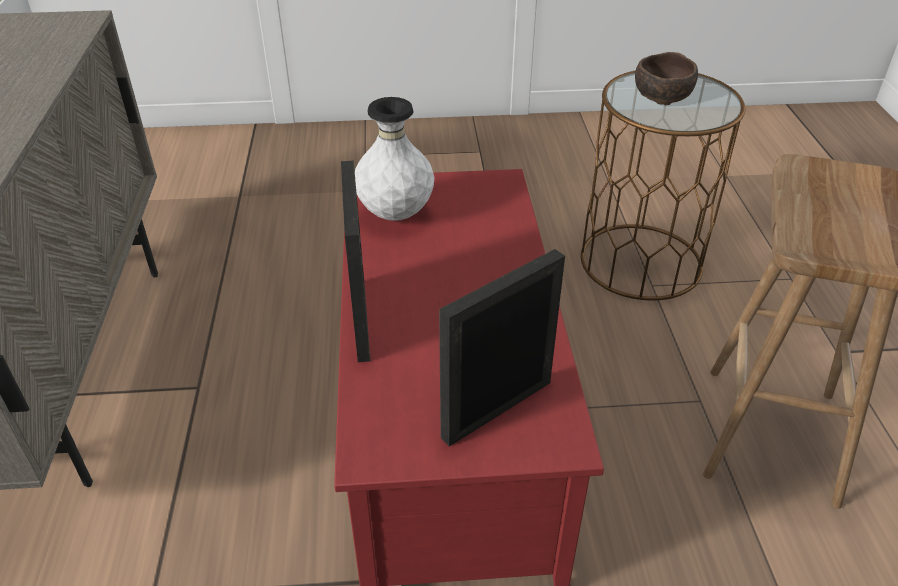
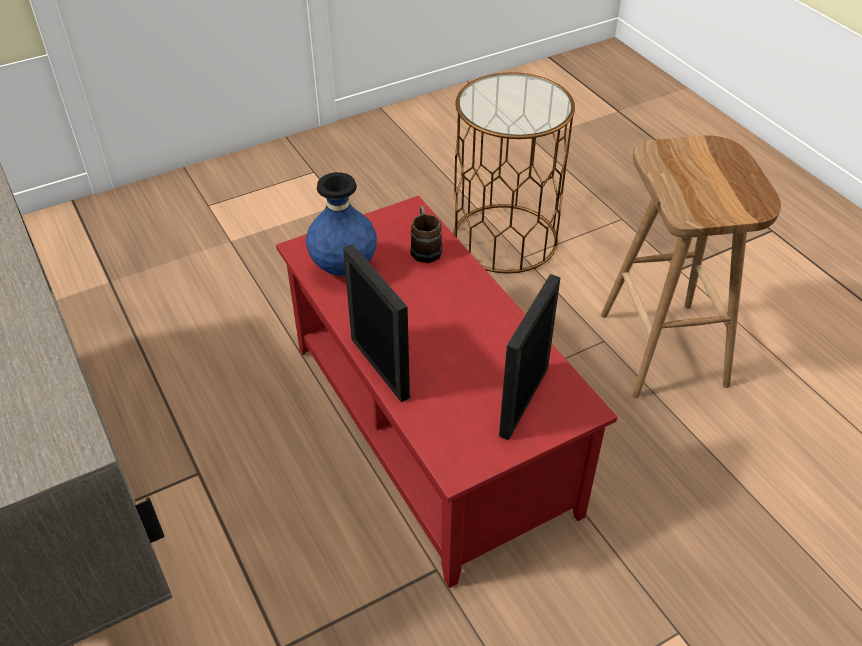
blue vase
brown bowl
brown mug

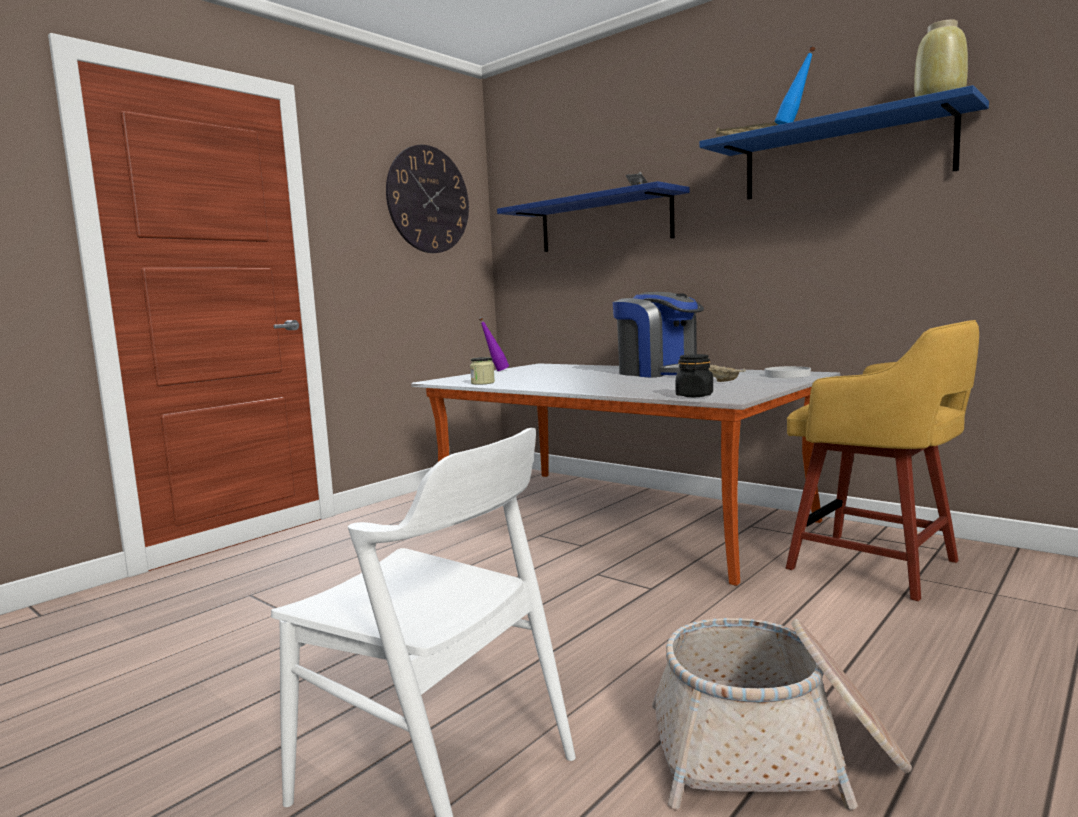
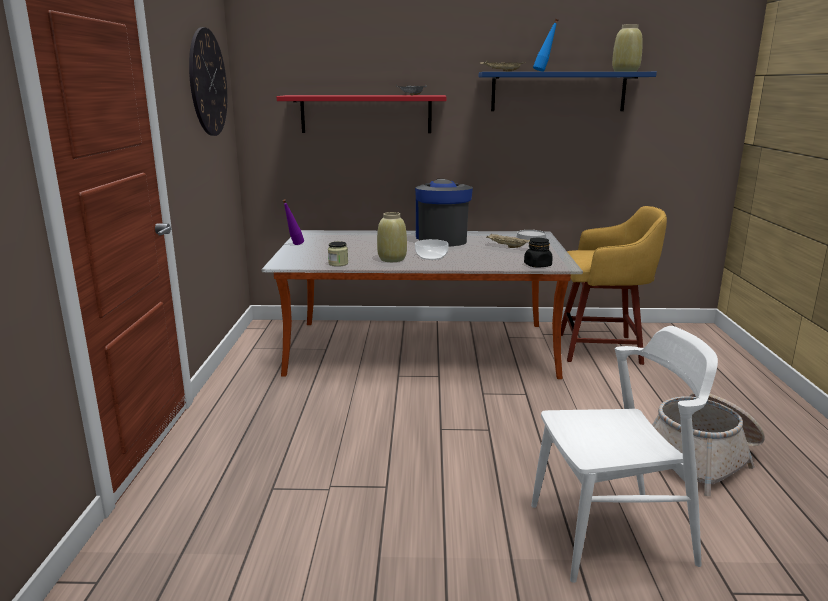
red shelf
coffee machine
beige vase (1st from left)
bowl

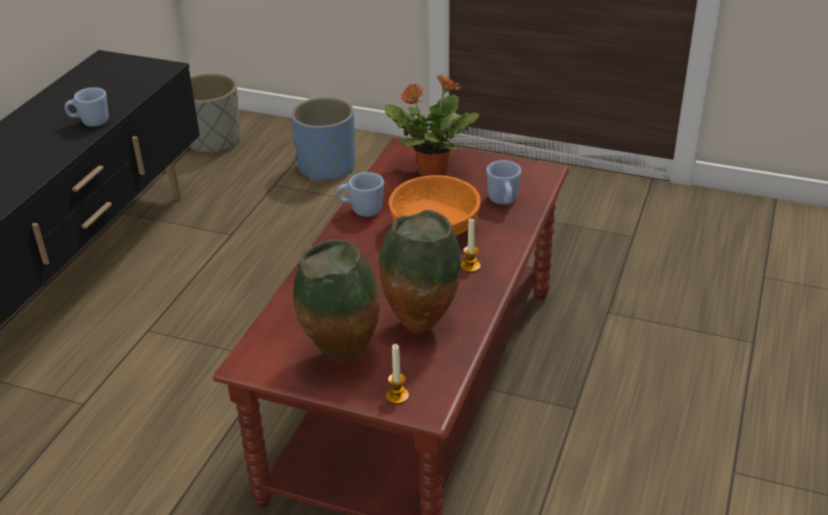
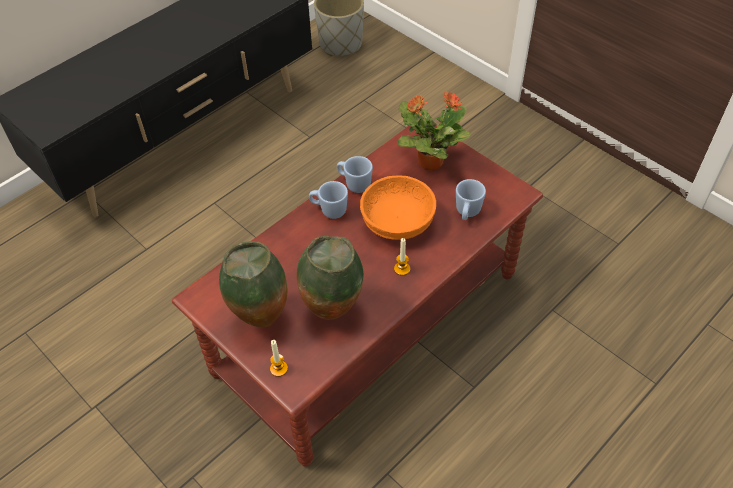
blue mug (1st from left)
blue planter

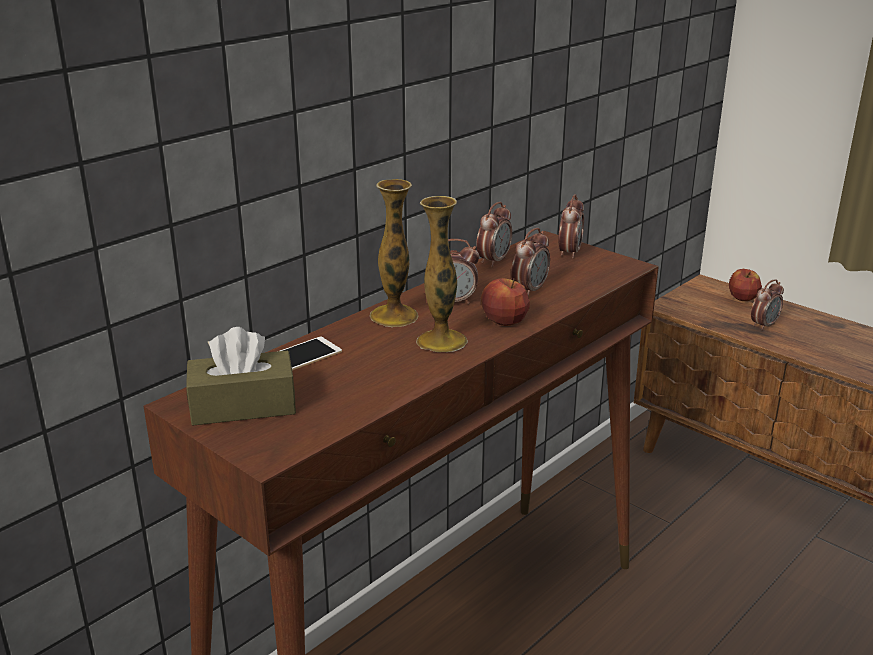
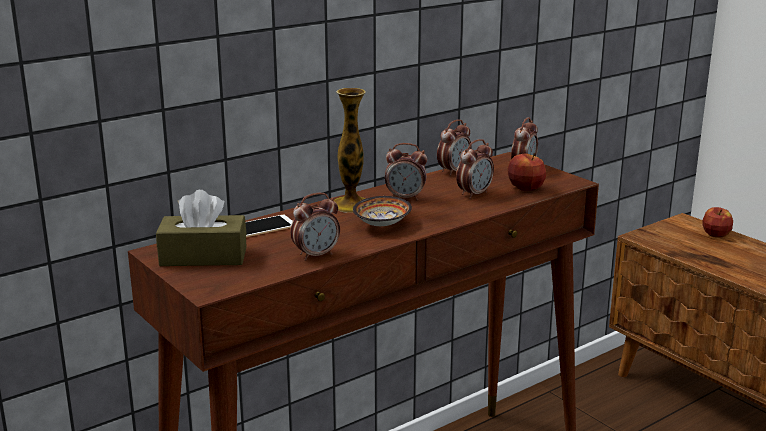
bowl
apple (1st from left)
alarm clock (1st from left)

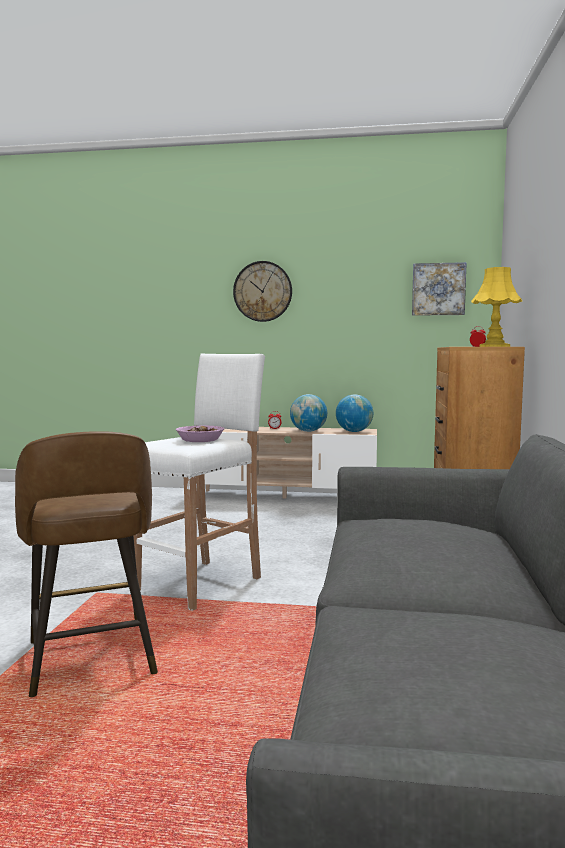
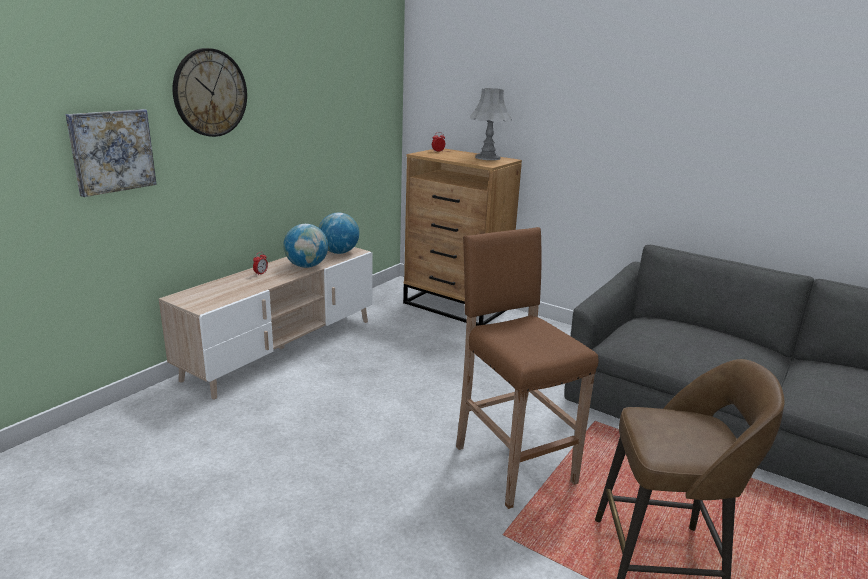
brown stool (1st from left)
bowl
picture
grey table lamp

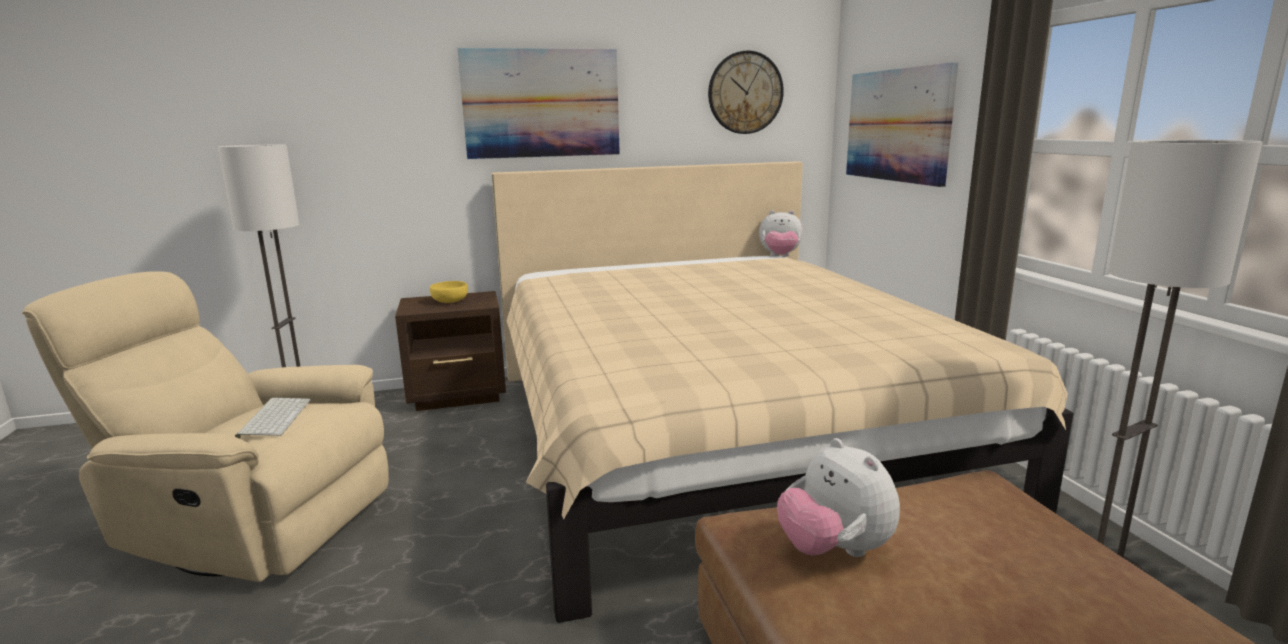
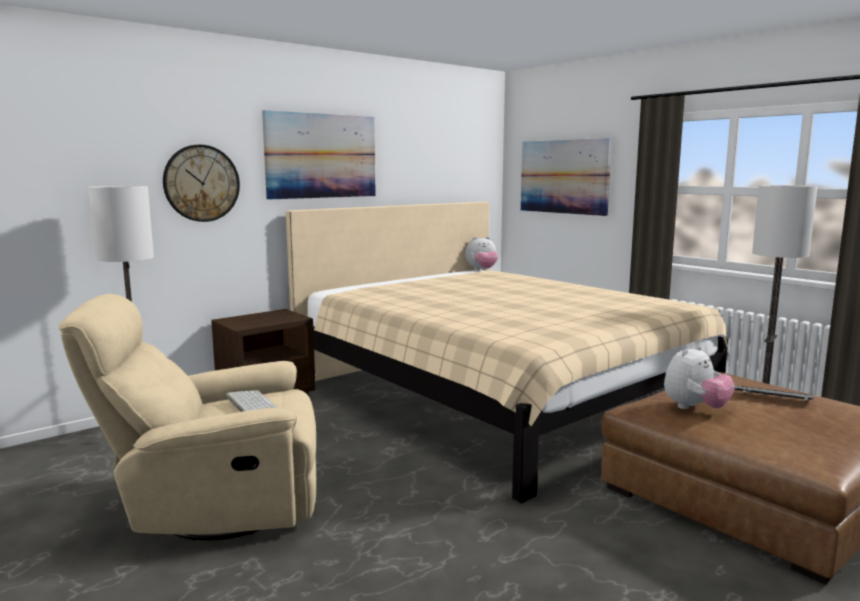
yellow bowl
wall clock
plush toy (2nd from left)
keyboard (2nd from left)

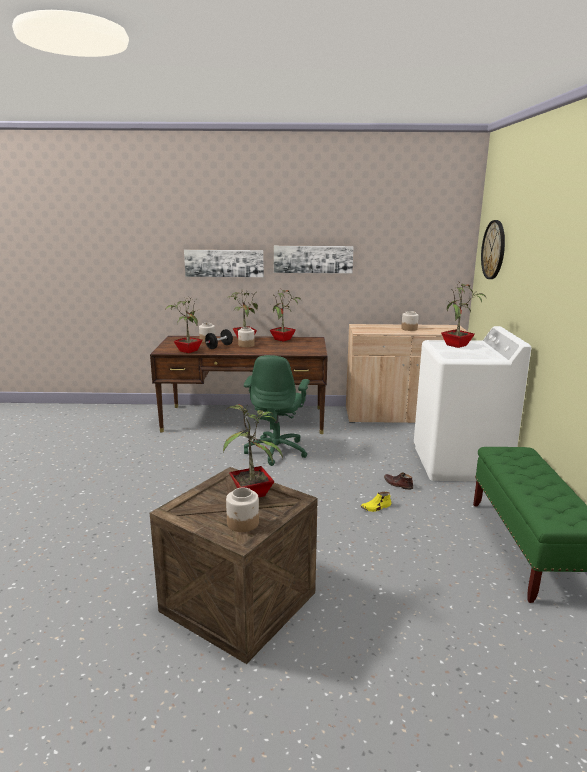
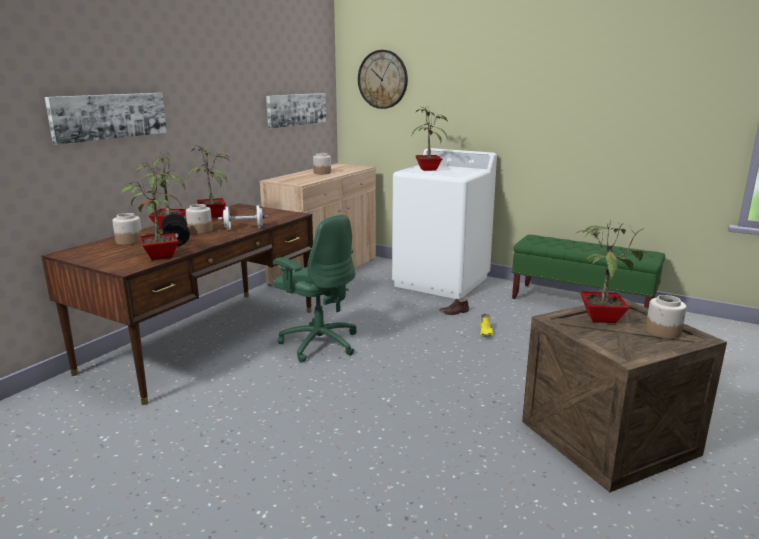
picture (2nd from left)
white dumbbell

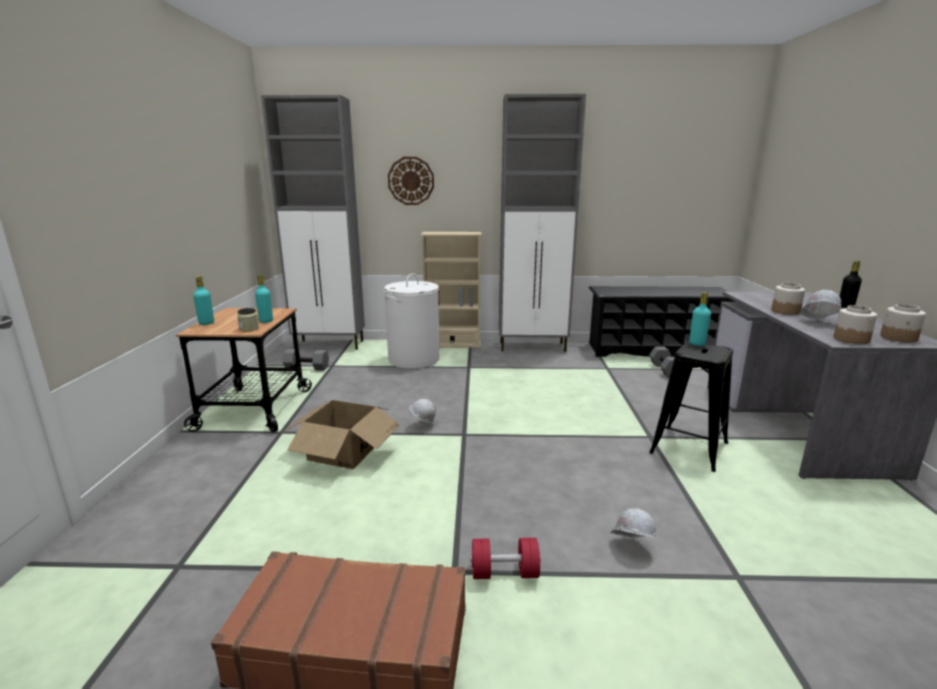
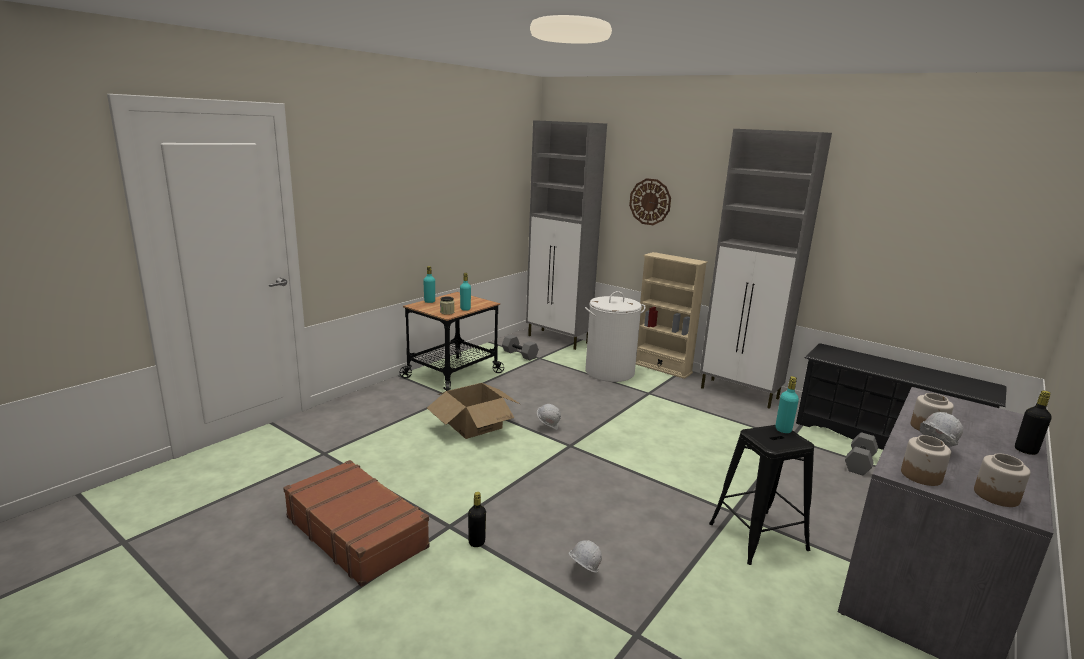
black bottle (1st from left)

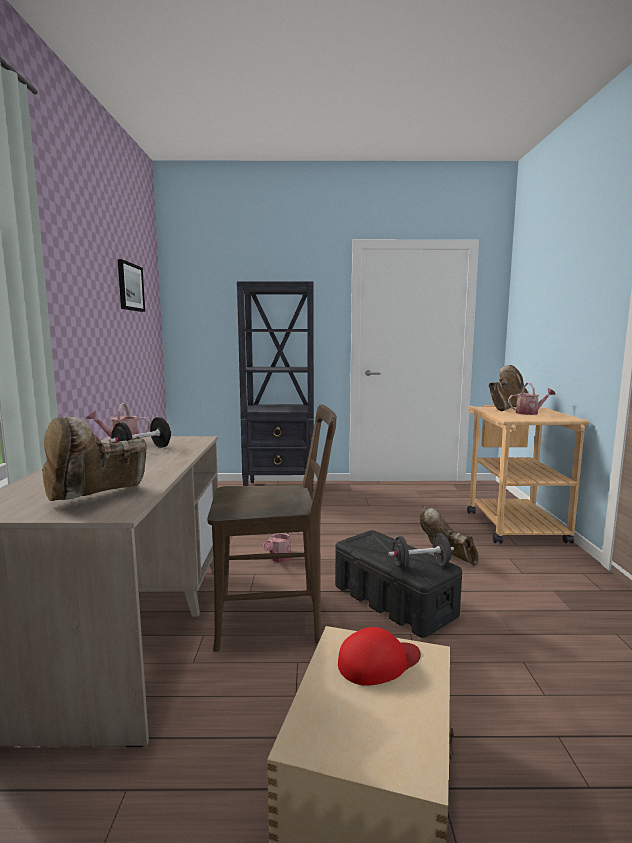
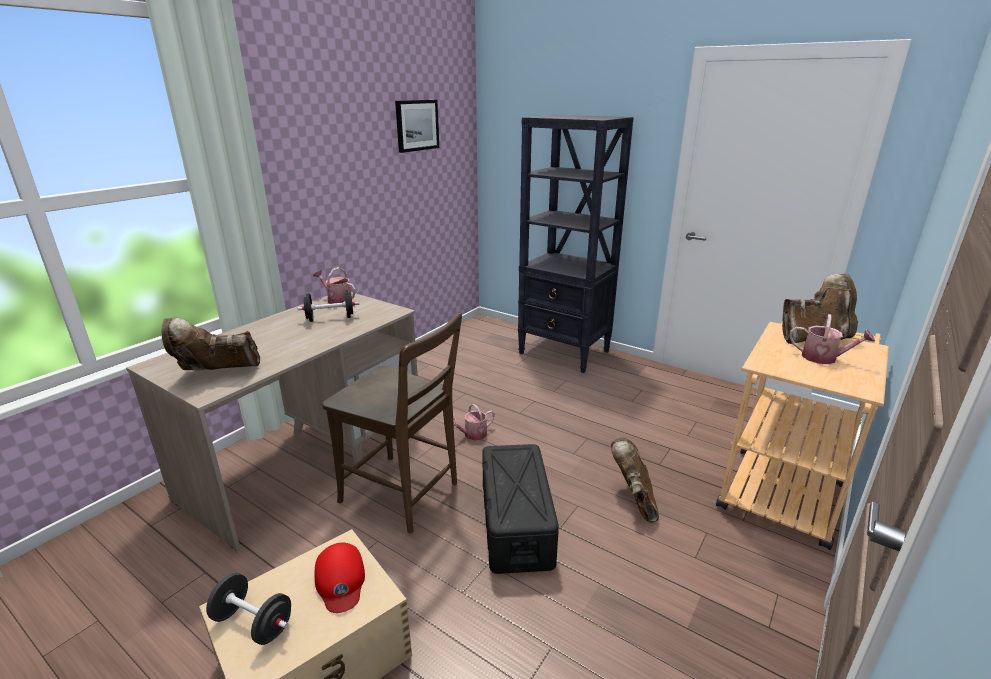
red cap
black dumbbell (1st from left)

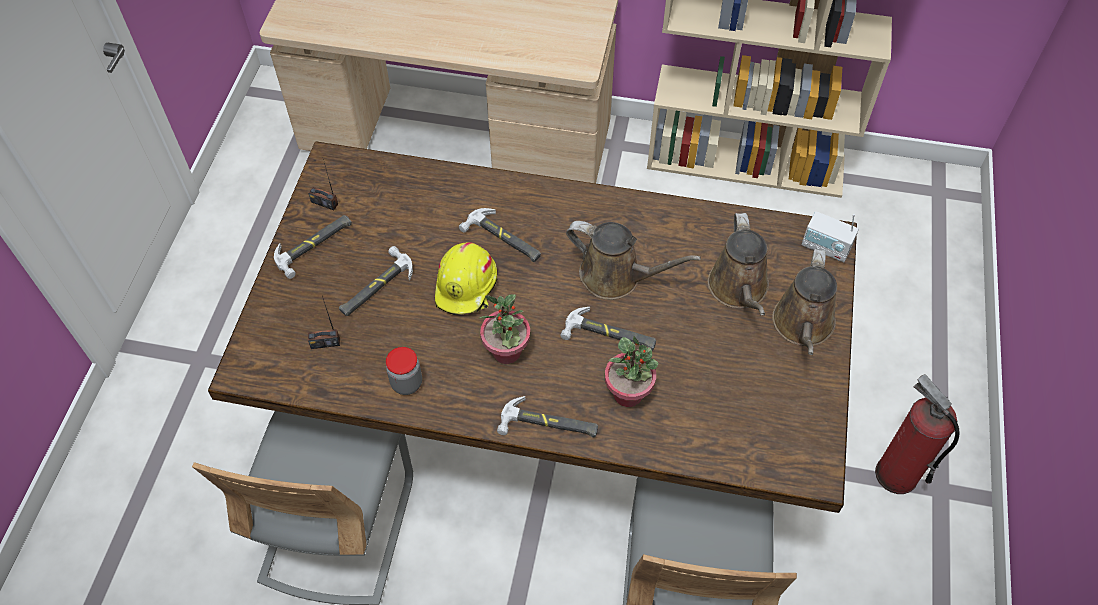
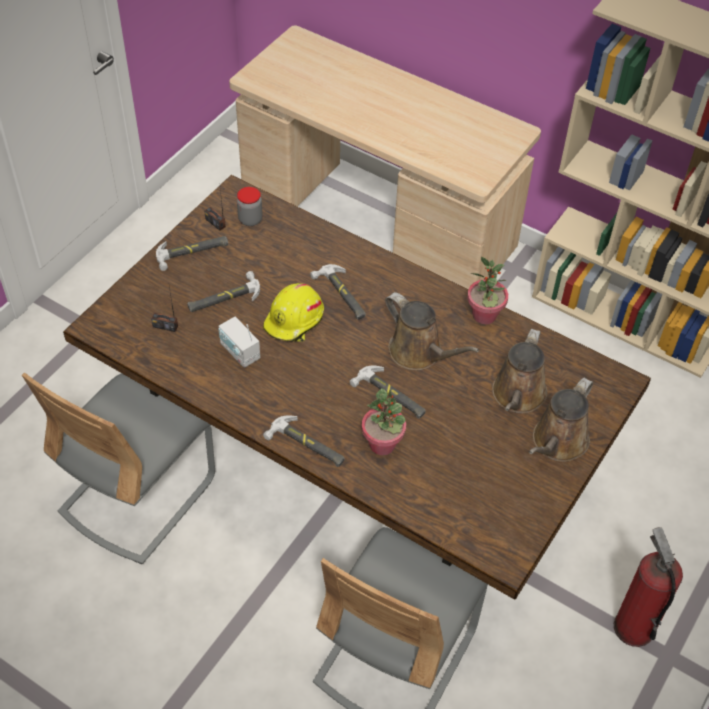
jar
potted plant (2nd from left)
radio (3rd from left)

